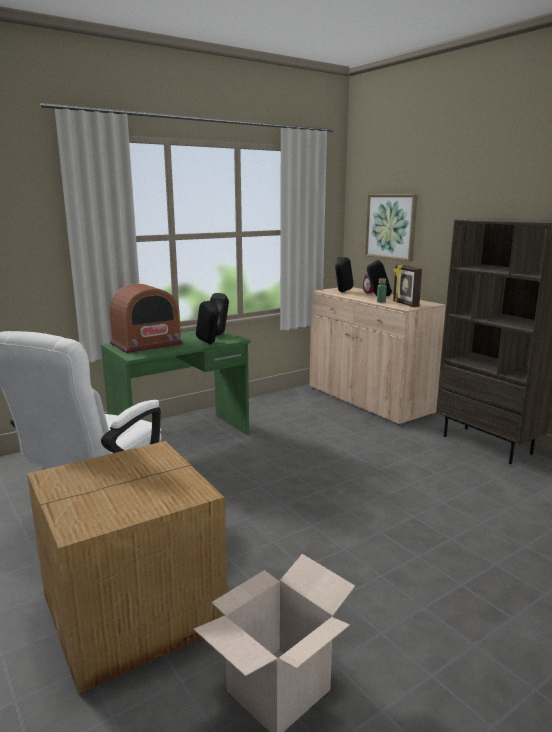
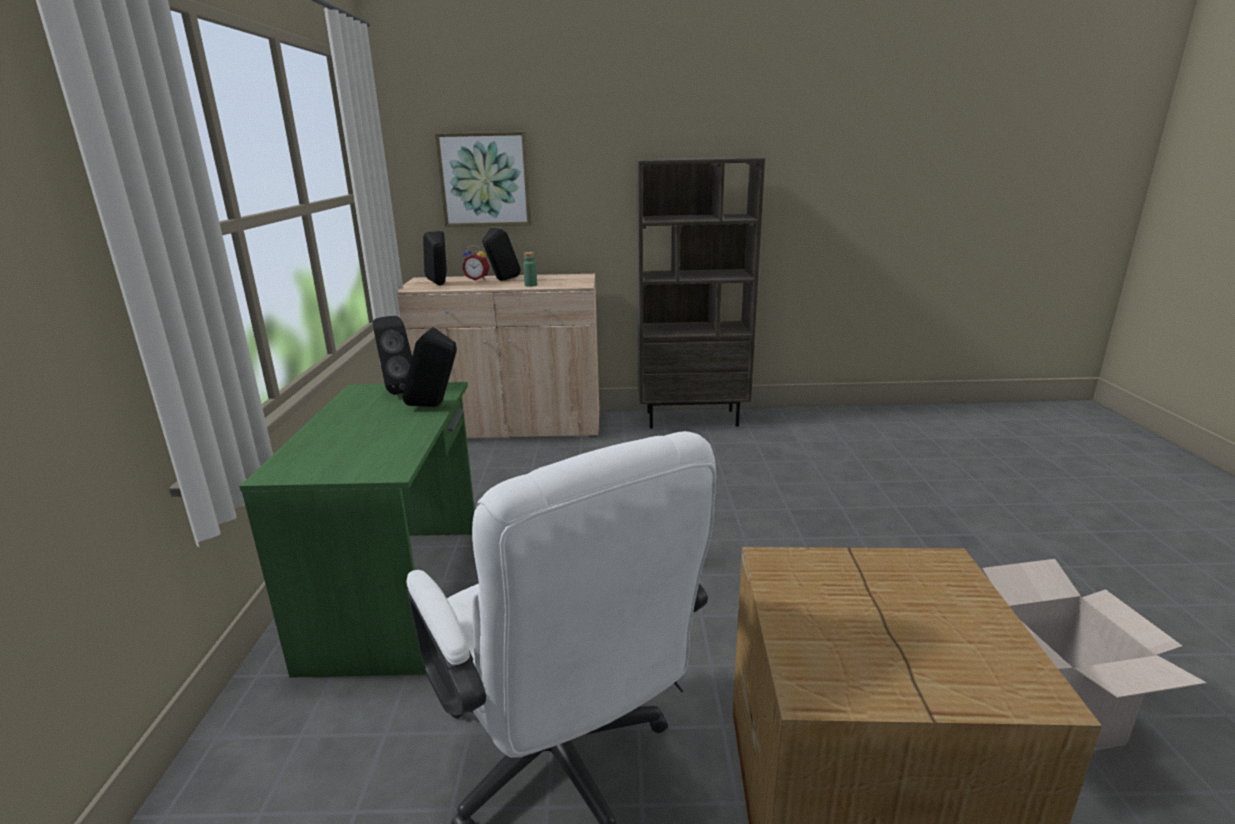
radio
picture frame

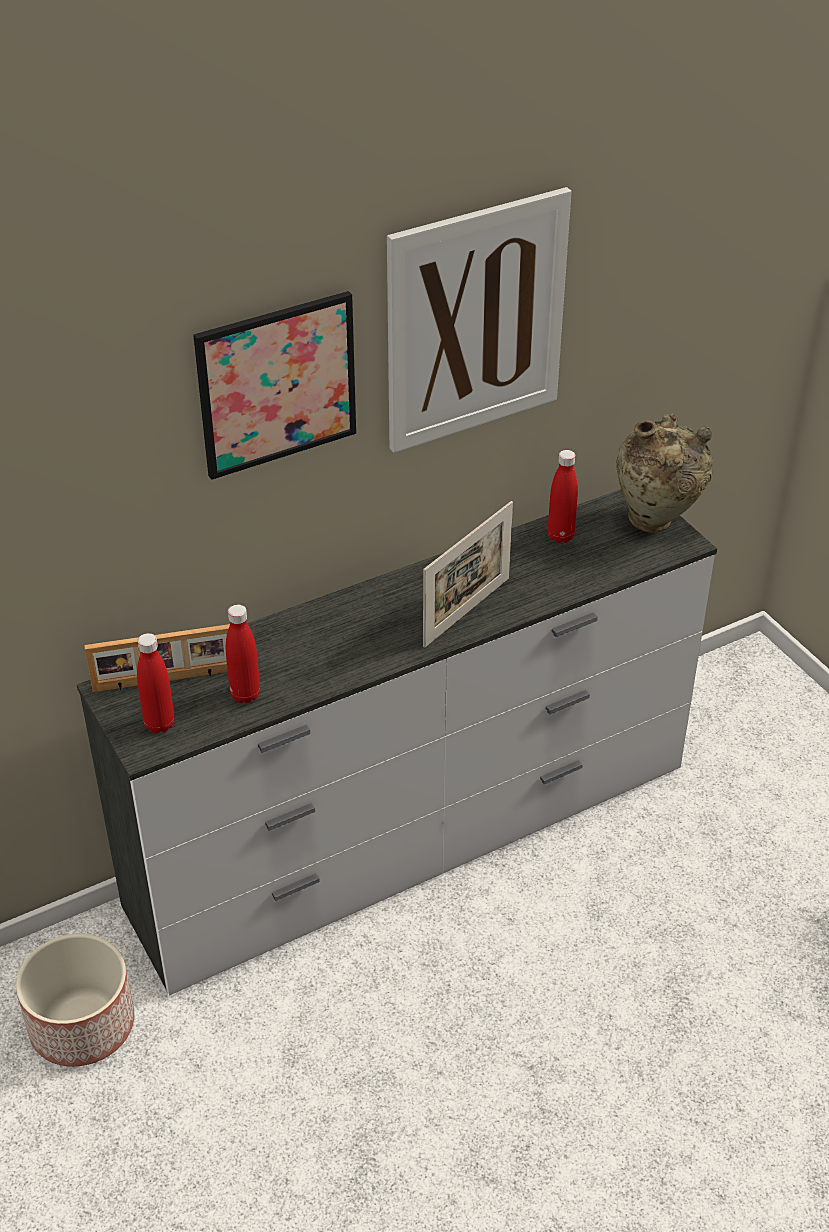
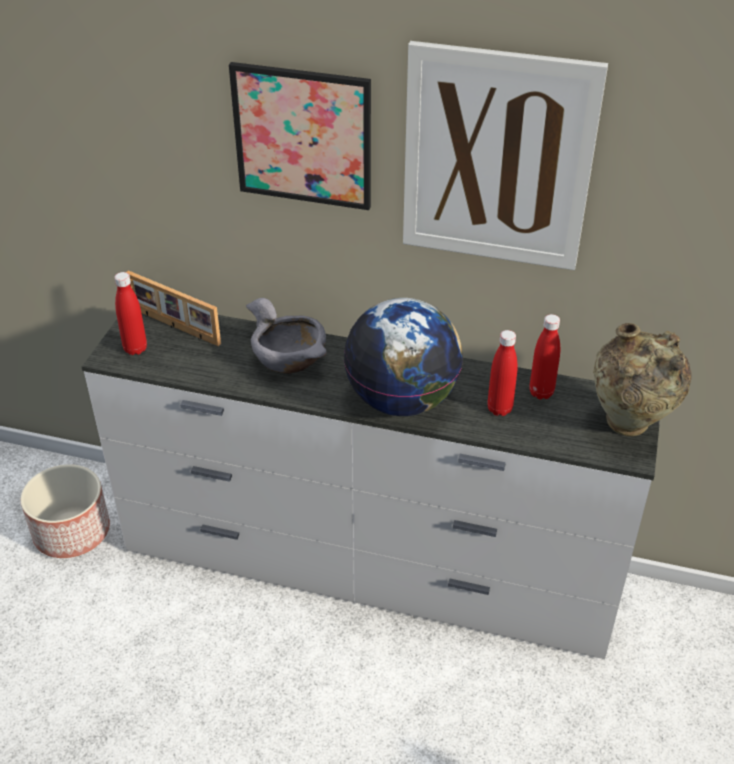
red bottle (2nd from left)
globe
grey bowl

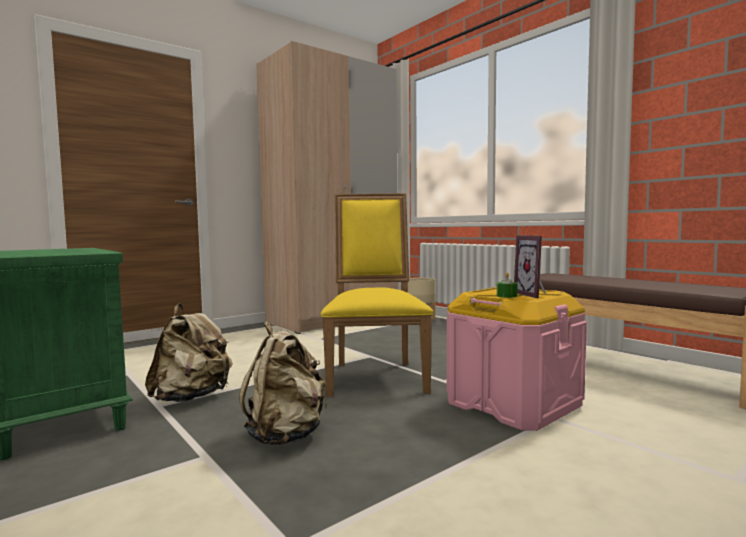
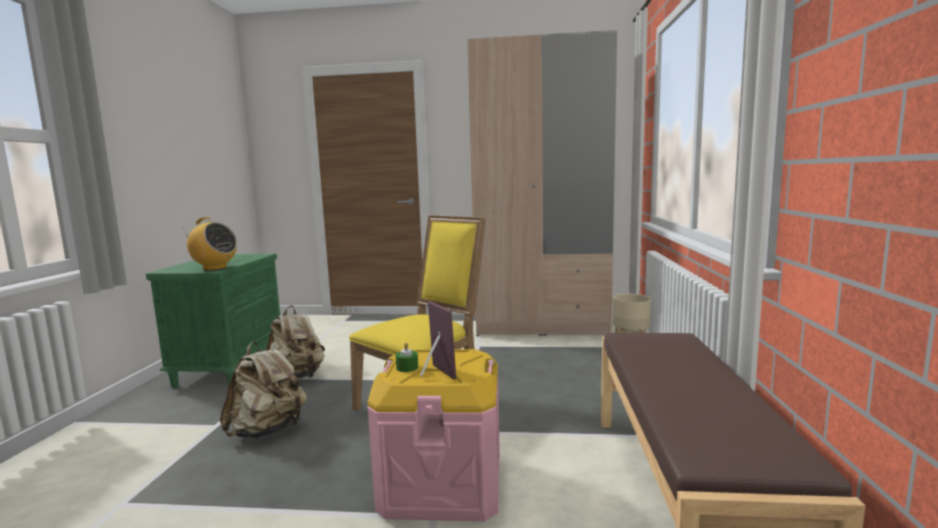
picture frame
radio

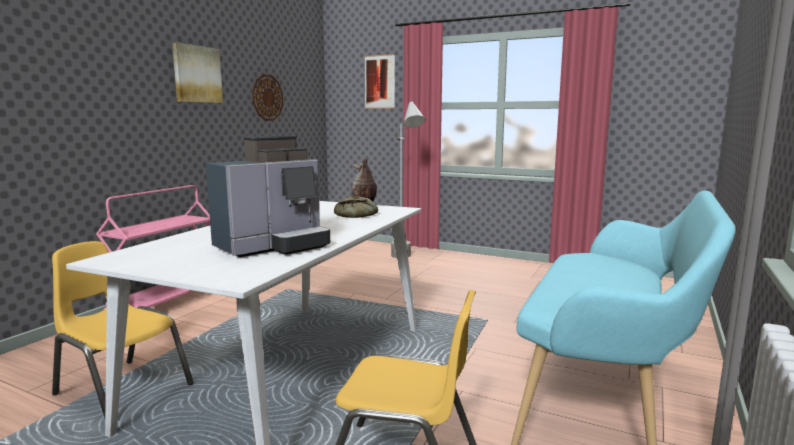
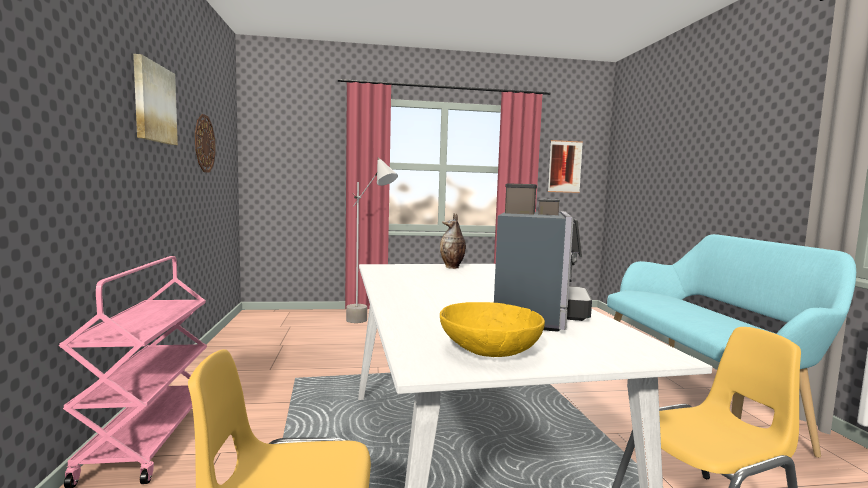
bread
picture (2nd from left)
yellow bowl

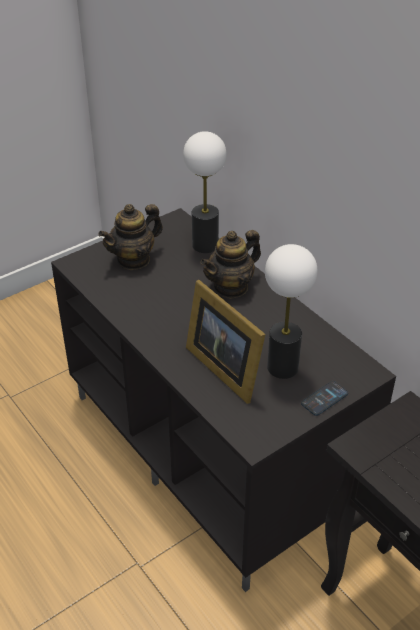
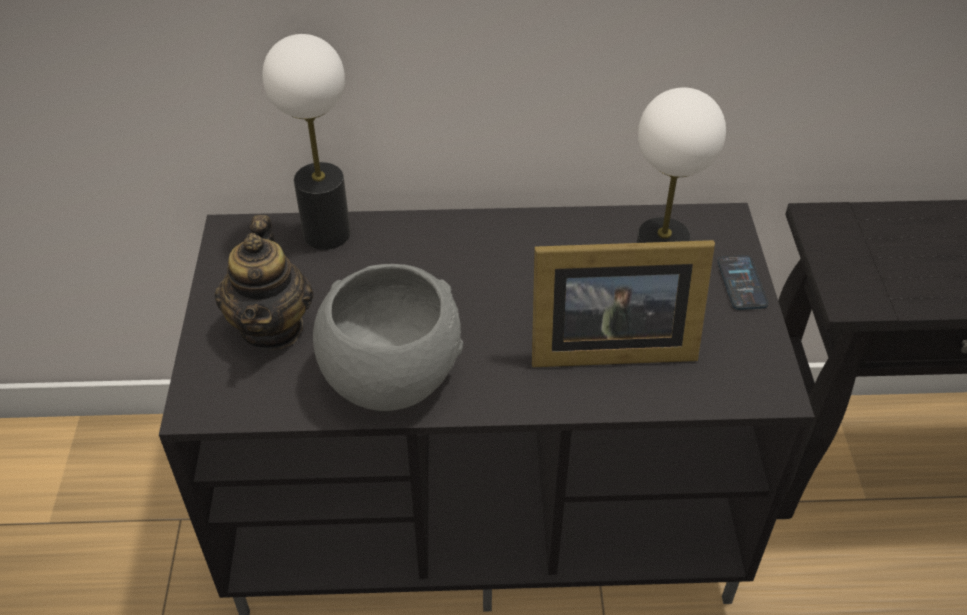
teapot (2nd from left in the first image)
grey bowl

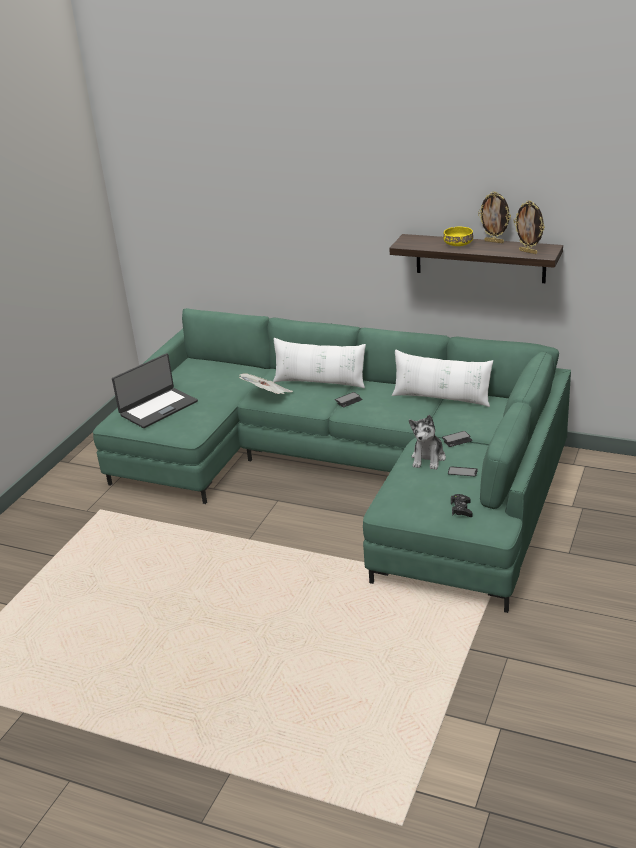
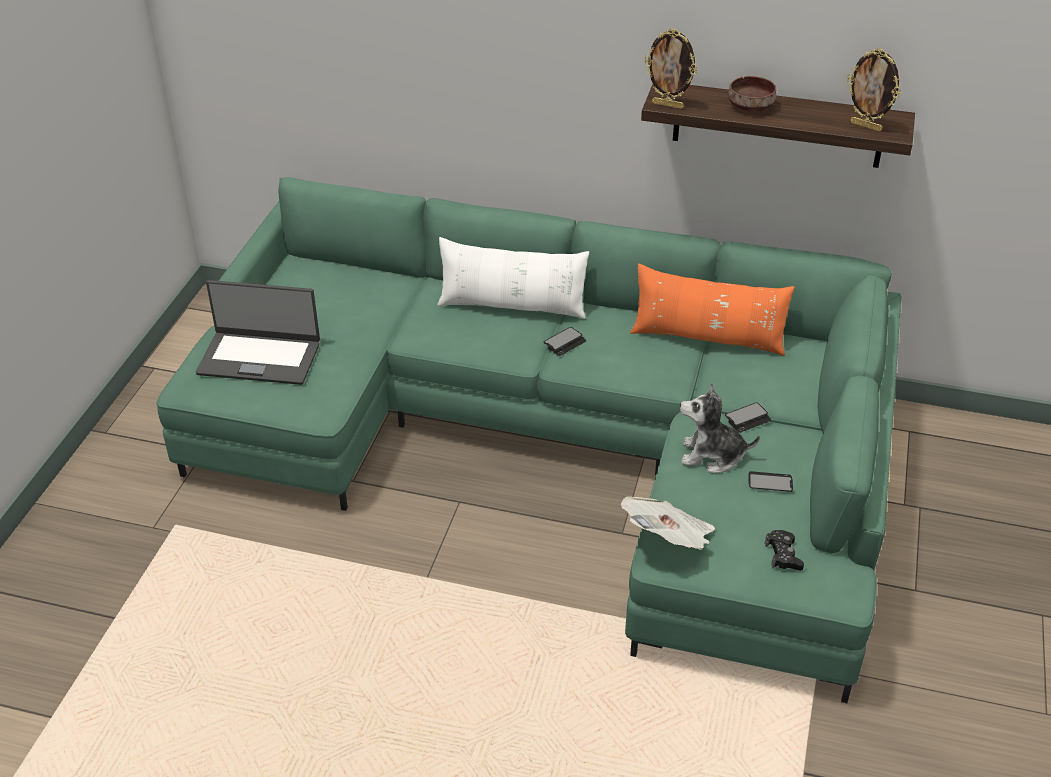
laptop
newspaper
orange pillow
plush toy
brown bowl
picture frame (1st from left)

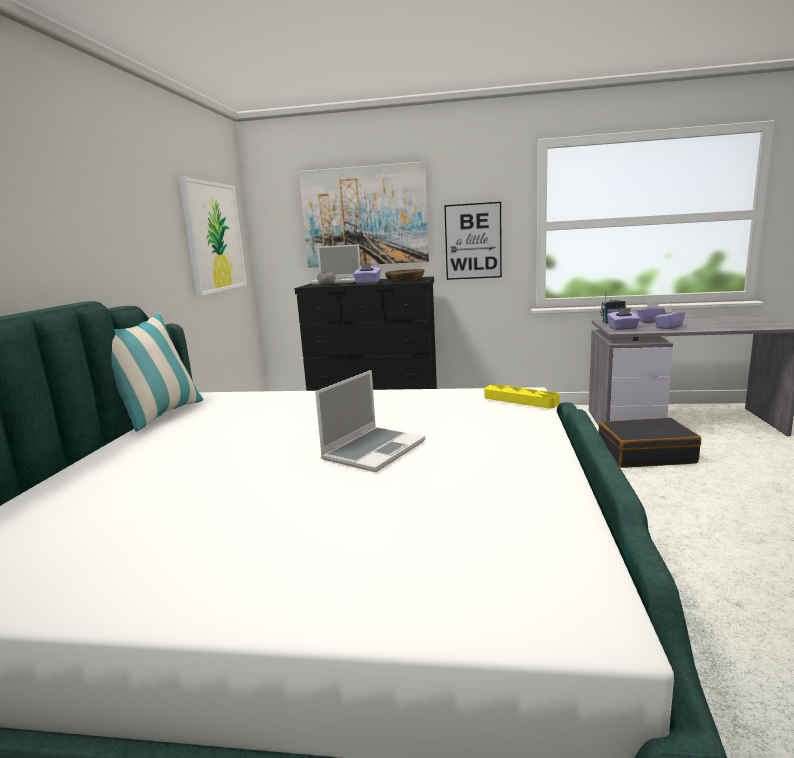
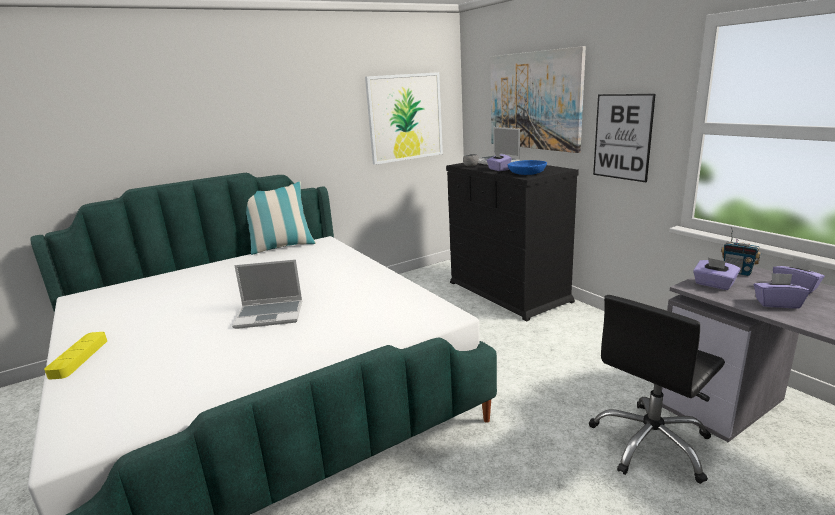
blue bowl
yellow tray
black office chair

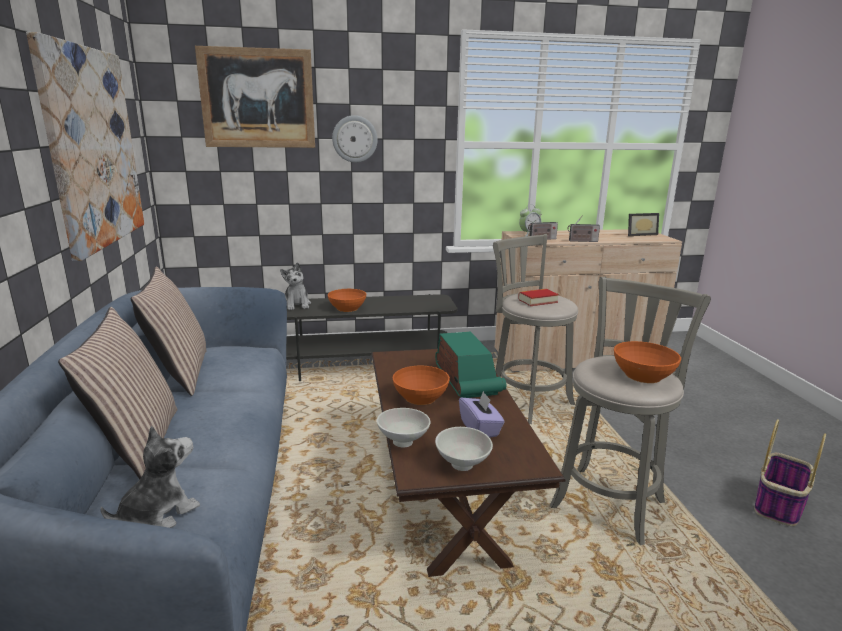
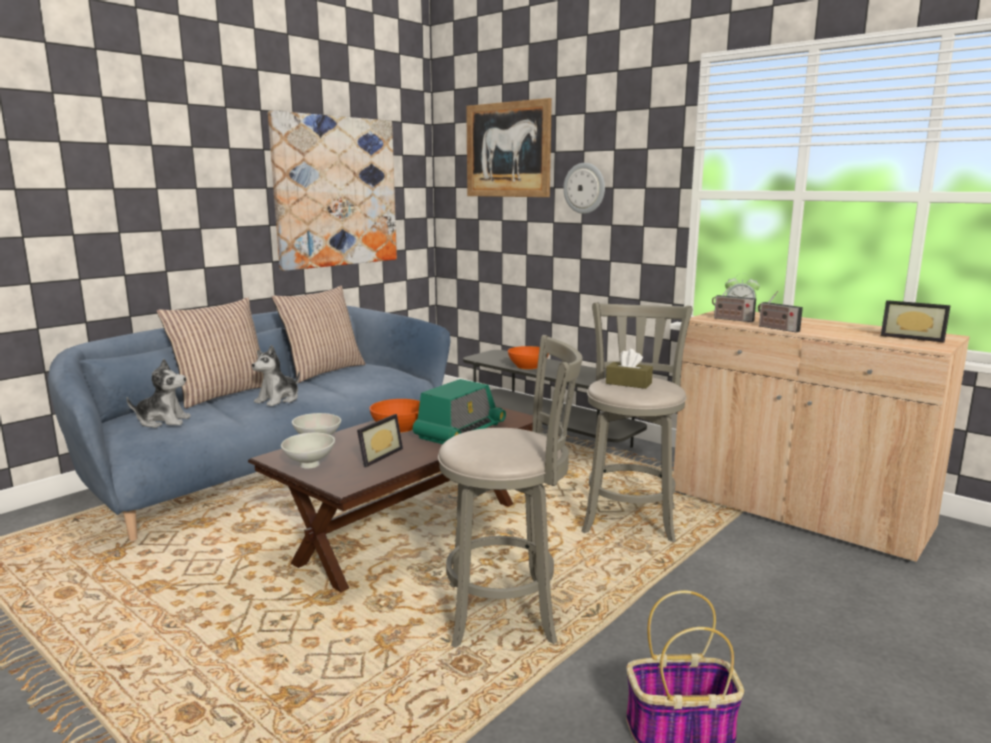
plush toy (2nd from left)
picture frame (1st from left)
brown tissue box
orange bowl (3rd from left in the first image)

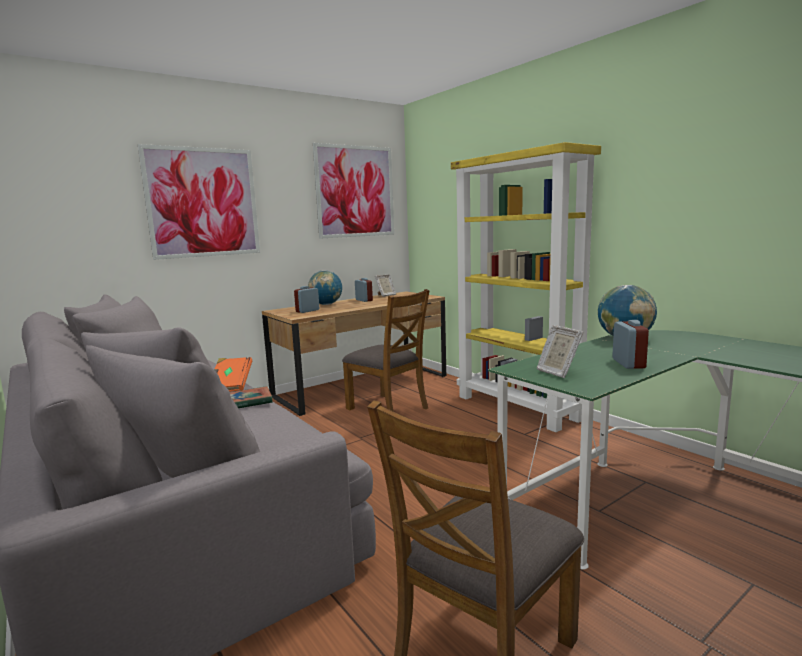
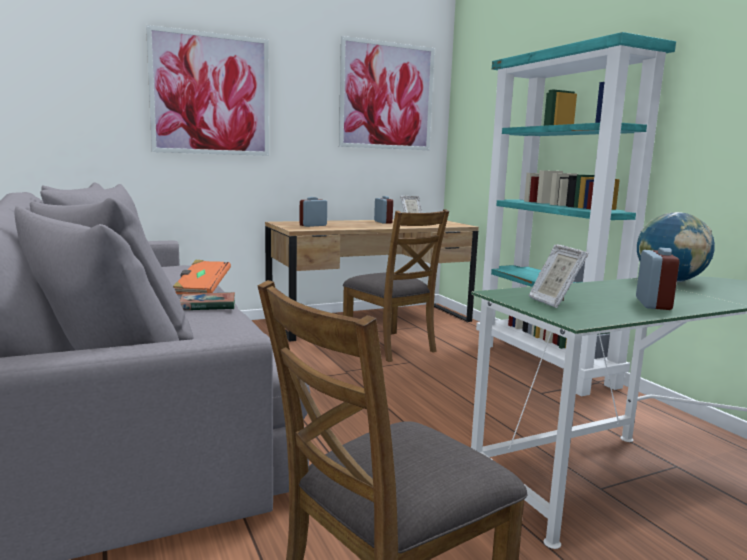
globe (1st from left in the first image)
turquoise bookcase

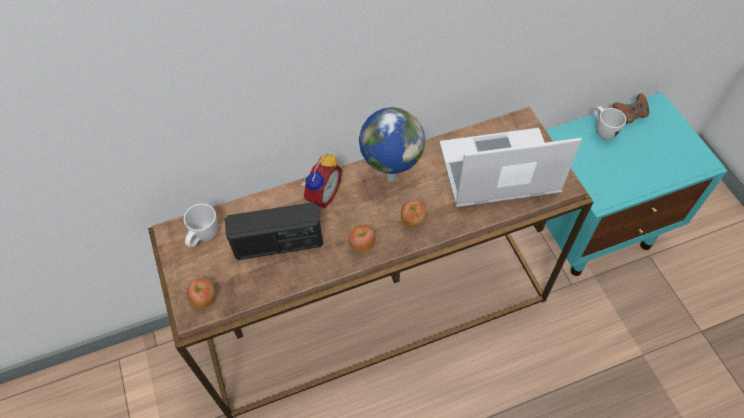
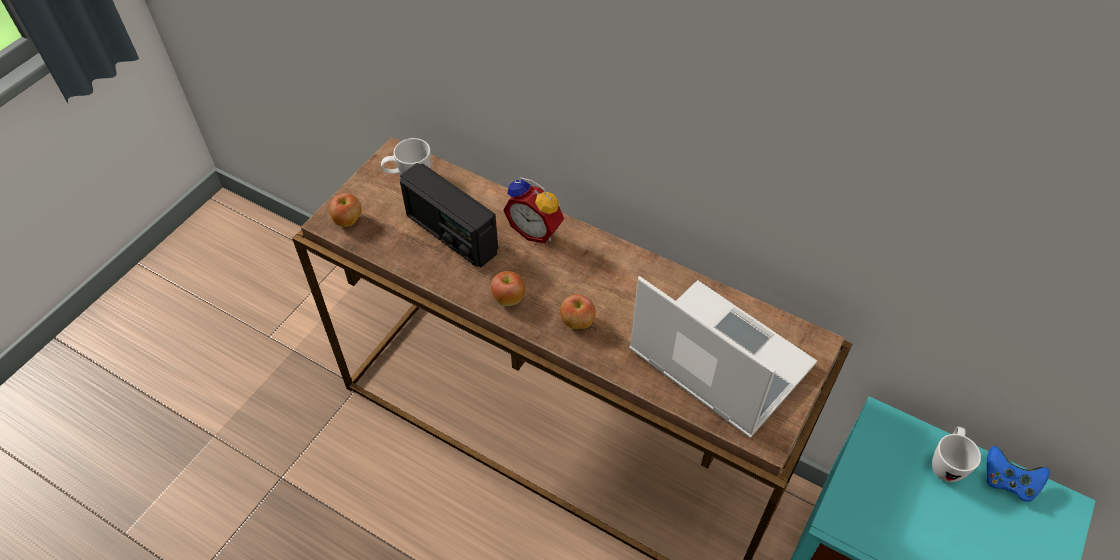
alarm clock
globe
blue game controller

